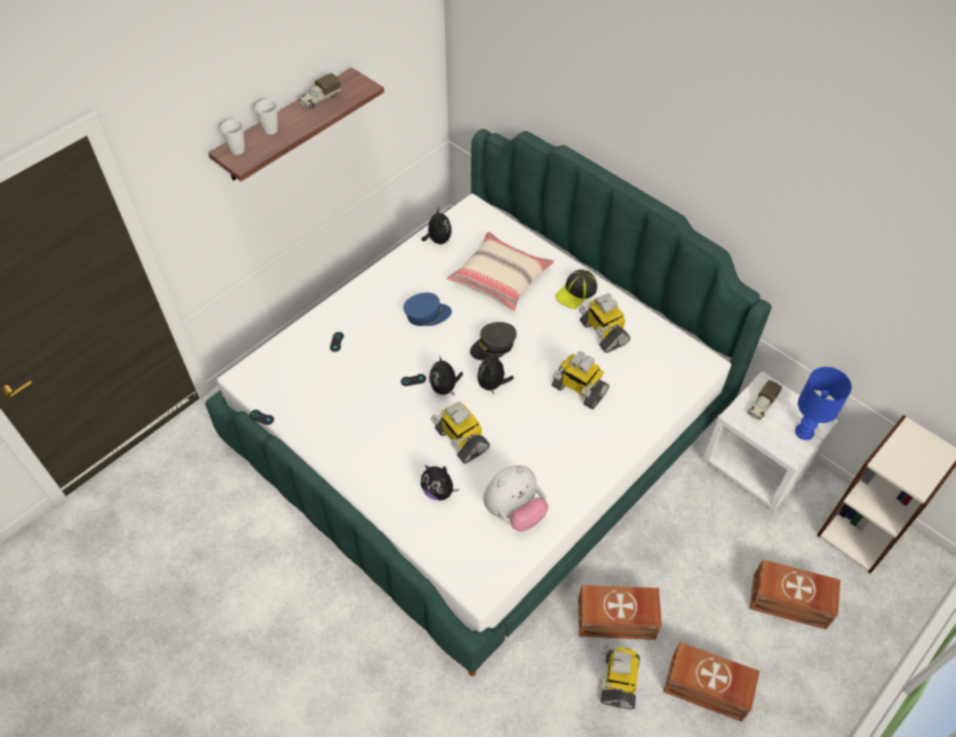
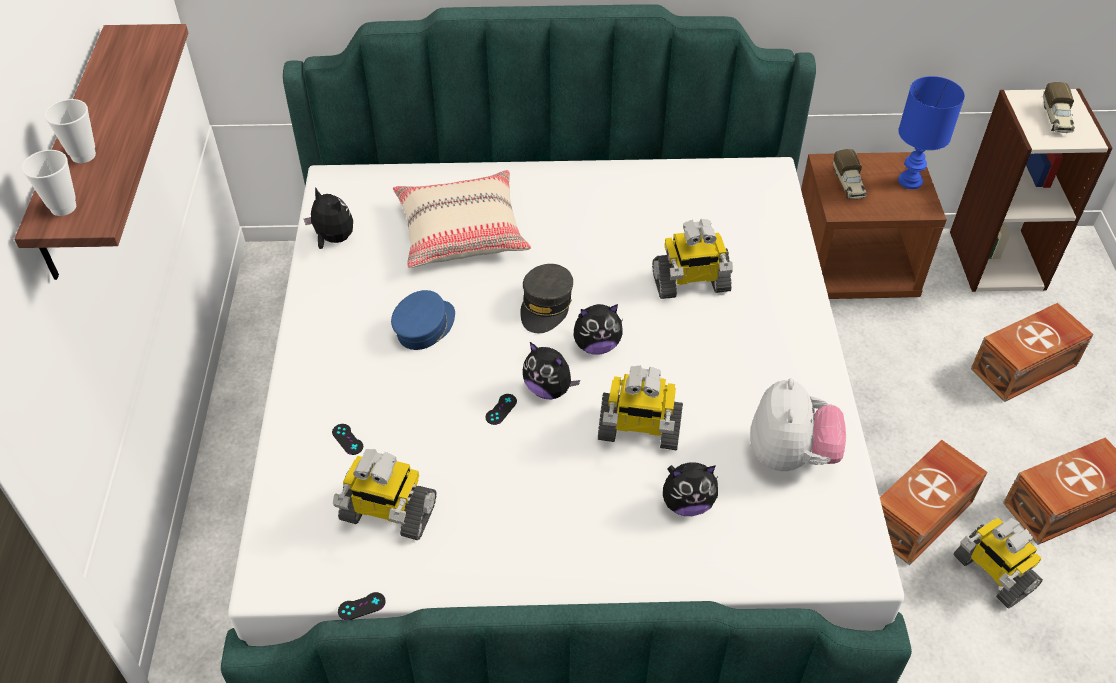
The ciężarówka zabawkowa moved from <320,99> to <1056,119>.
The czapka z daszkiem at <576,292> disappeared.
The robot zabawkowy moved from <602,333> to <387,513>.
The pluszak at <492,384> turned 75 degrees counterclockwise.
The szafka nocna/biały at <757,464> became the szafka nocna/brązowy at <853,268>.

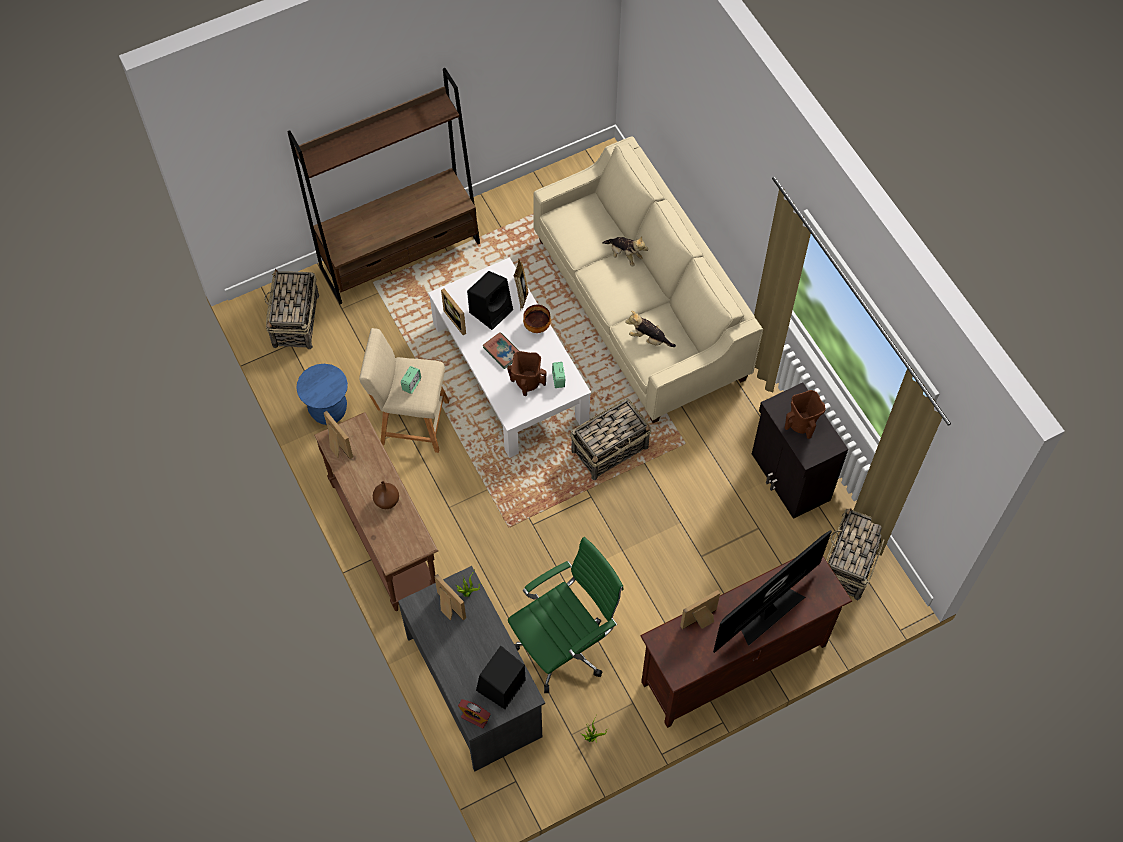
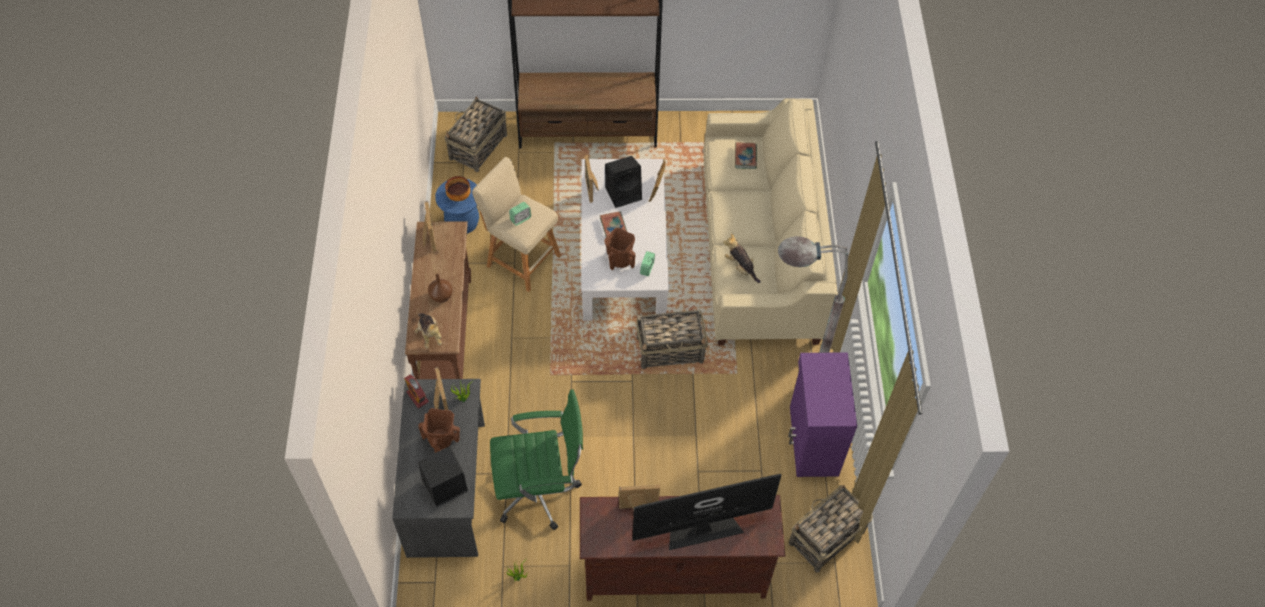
The pluszak moved from <625,255> to <429,335>.
The miska moved from <537,326> to <459,196>.
The szafka/czarny at <789,478> became the szafka/fioletowy at <812,441>.
The wazon/brązowy moved from <802,423> to <442,440>.
The budzik moved from <475,717> to <417,397>.
The książka at <745,157> appeared.
The lampa stojąca/szary at <784,376> appeared.

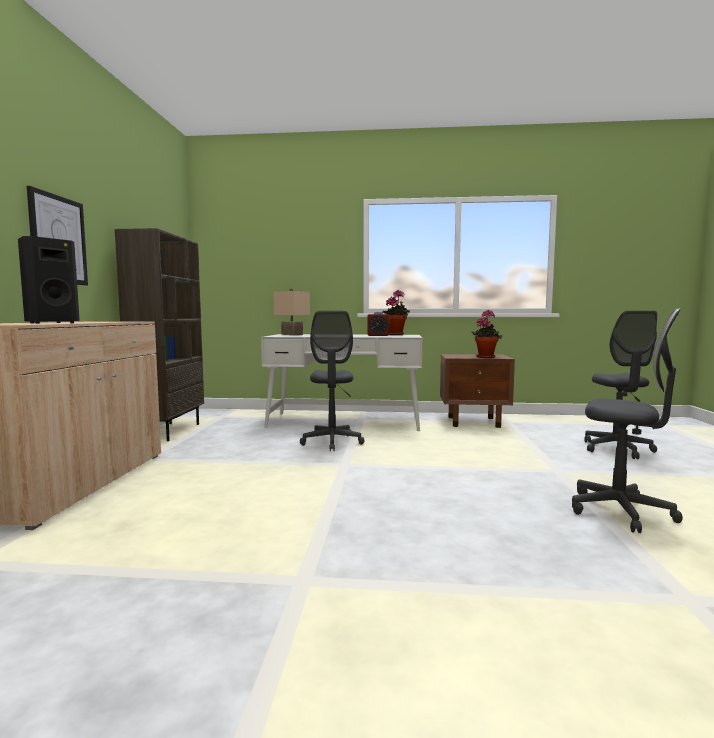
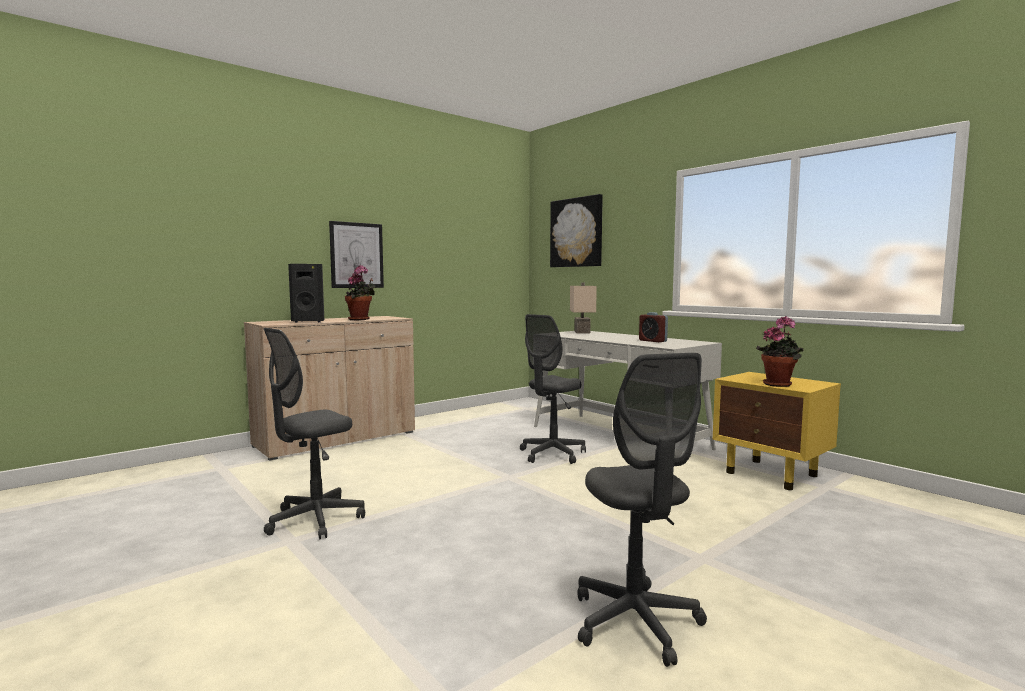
The regał/brązowy at <168,431> disappeared.
The roślina doniczkowa moved from <396,334> to <360,319>.
The krzesło biurowe/szary moved from <617,449> to <315,520>.
The szafka nocna/brązowy at <474,422> became the szafka nocna/żółty at <772,474>.
The obraz at <576,232> appeared.

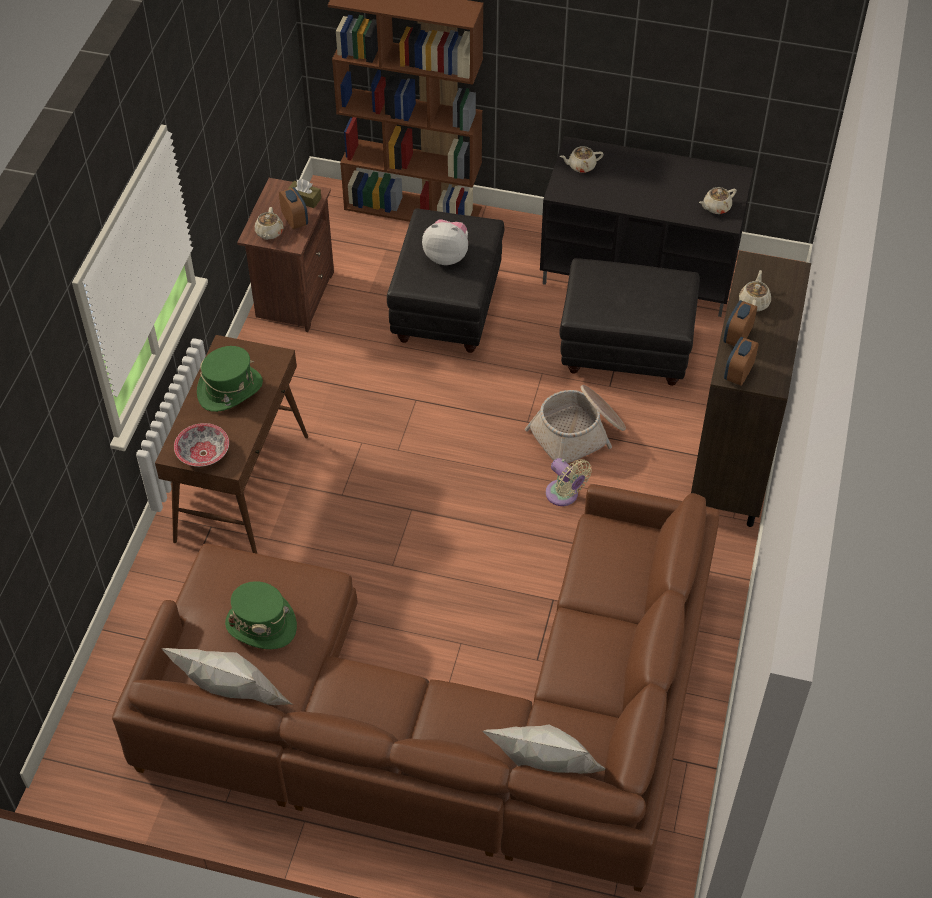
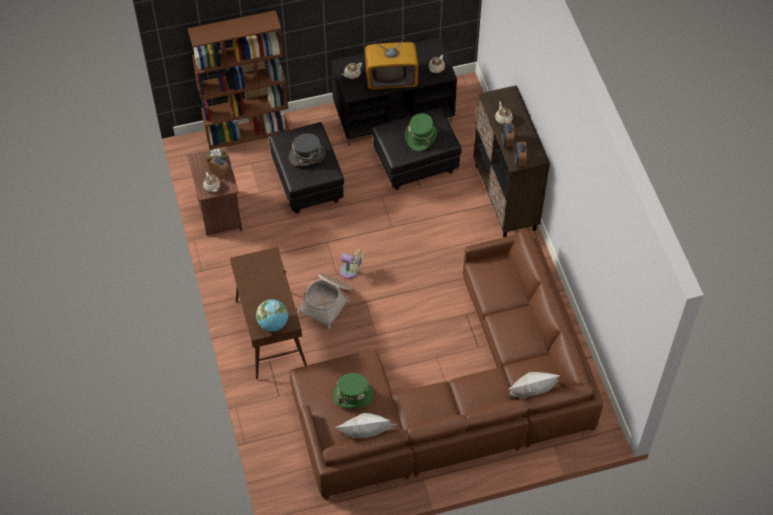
The pluszak at <446,256> was replaced by the kapelusz/szary at <307,156>.
The kapelusz/zielony moved from <230,390> to <421,137>.
The koszyk moved from <578,434> to <327,302>.
The miska at <203,454> was replaced by the globus at <273,323>.
The wentylator/beżowy moved from <564,495> to <351,271>.
The telewizor at <391,77> appeared.

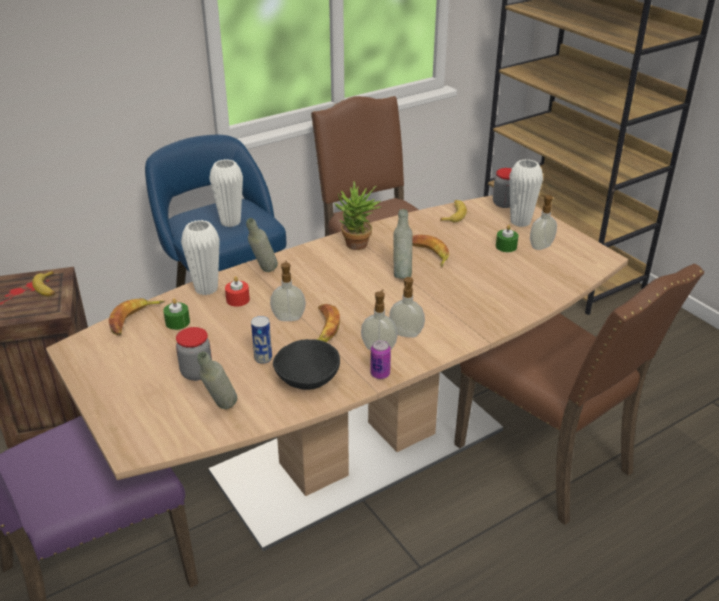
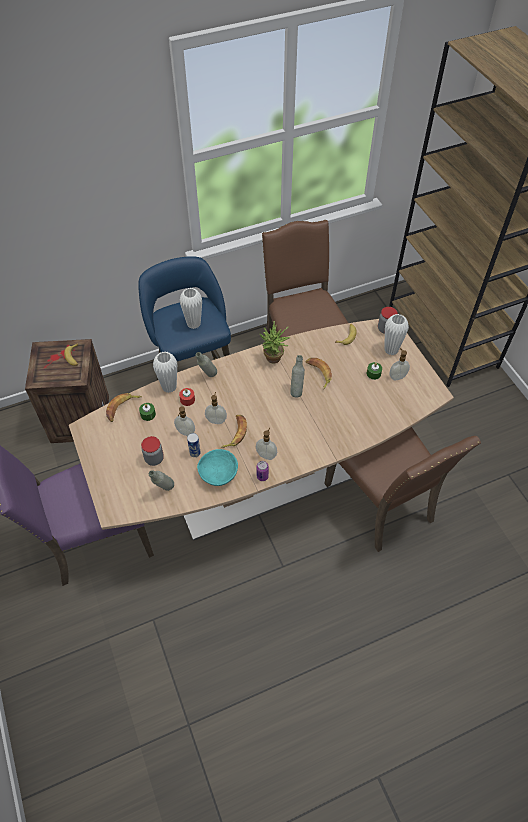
The dozownik mydła moved from <406,334> to <185,432>.
The miska/czarny at <308,378> became the miska/turkusowy at <219,473>.

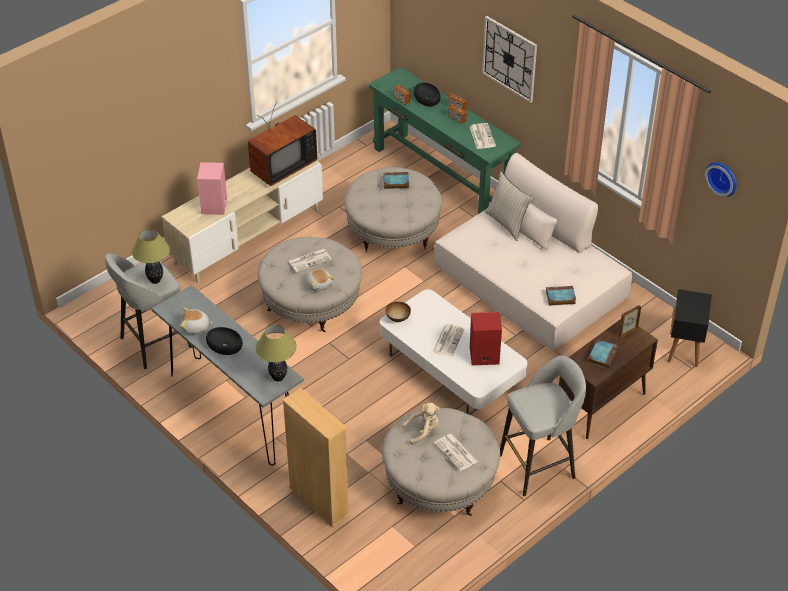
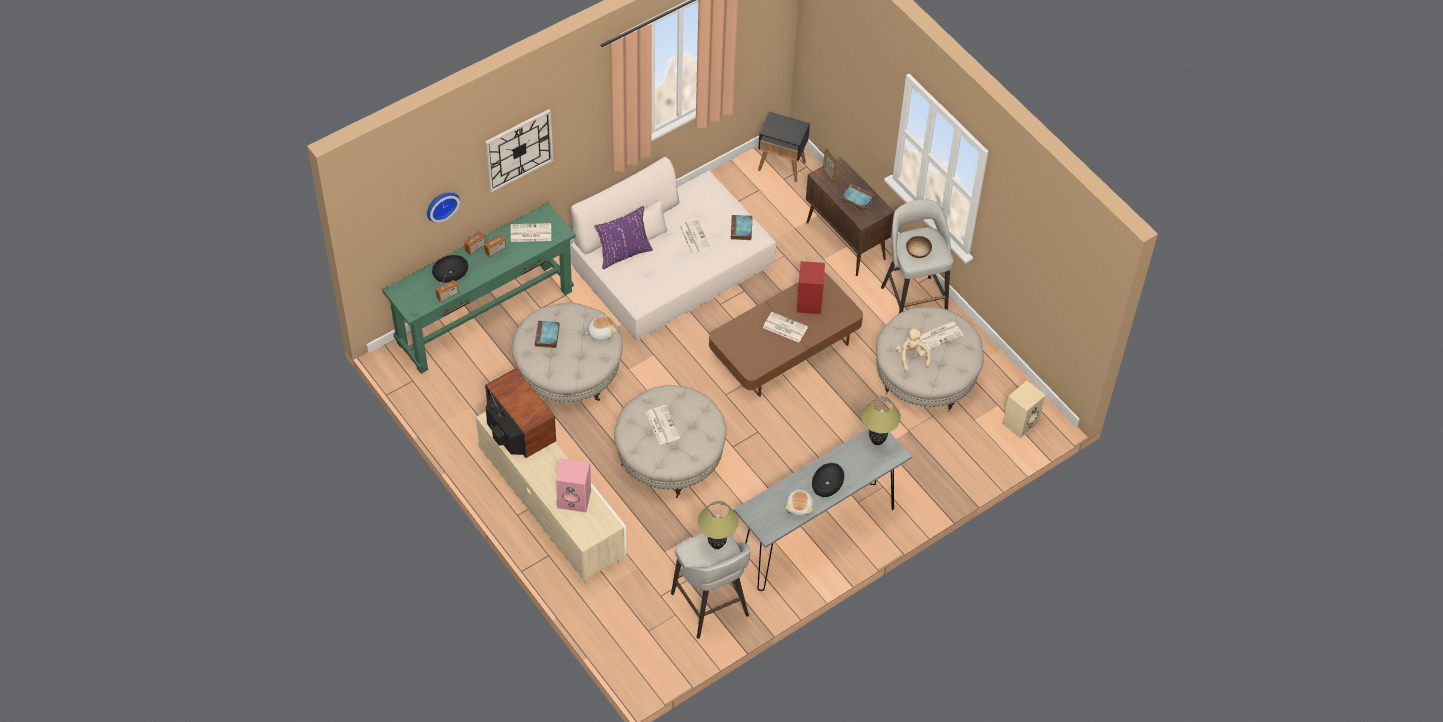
The zegar ścienny moved from <723,178> to <441,204>.
The poduszka/beżowy at <507,223> became the poduszka/fioletowy at <623,253>.
The pluszak moved from <319,285> to <600,332>.
The ława/biały at <451,369> became the ława/brązowy at <784,349>.
The miska moved from <398,318> to <918,253>.
The regał/beżowy at <319,501> disappeared.
The gazeta at <693,237> appeared.
The głośnik/beżowy at <1020,422> appeared.

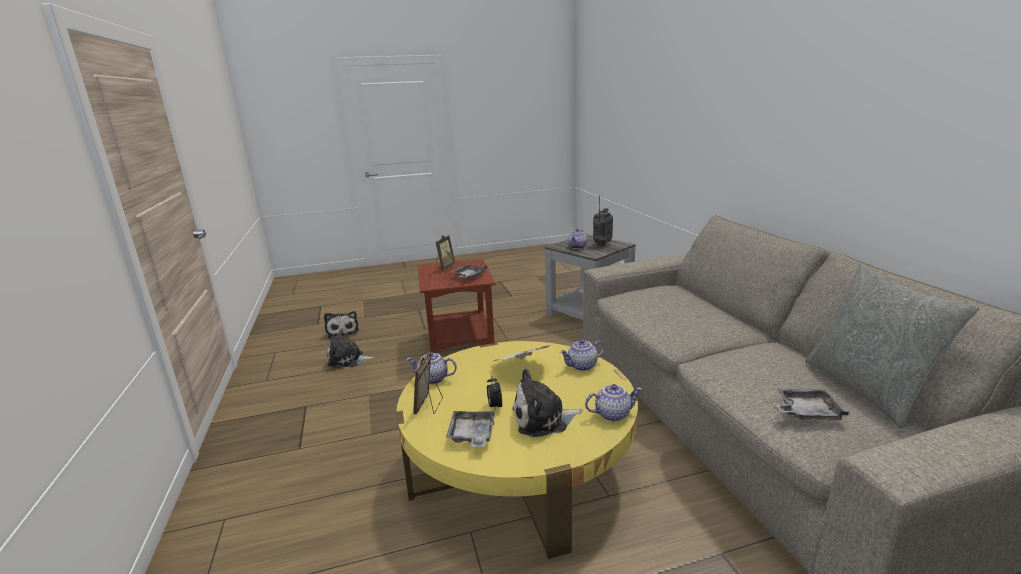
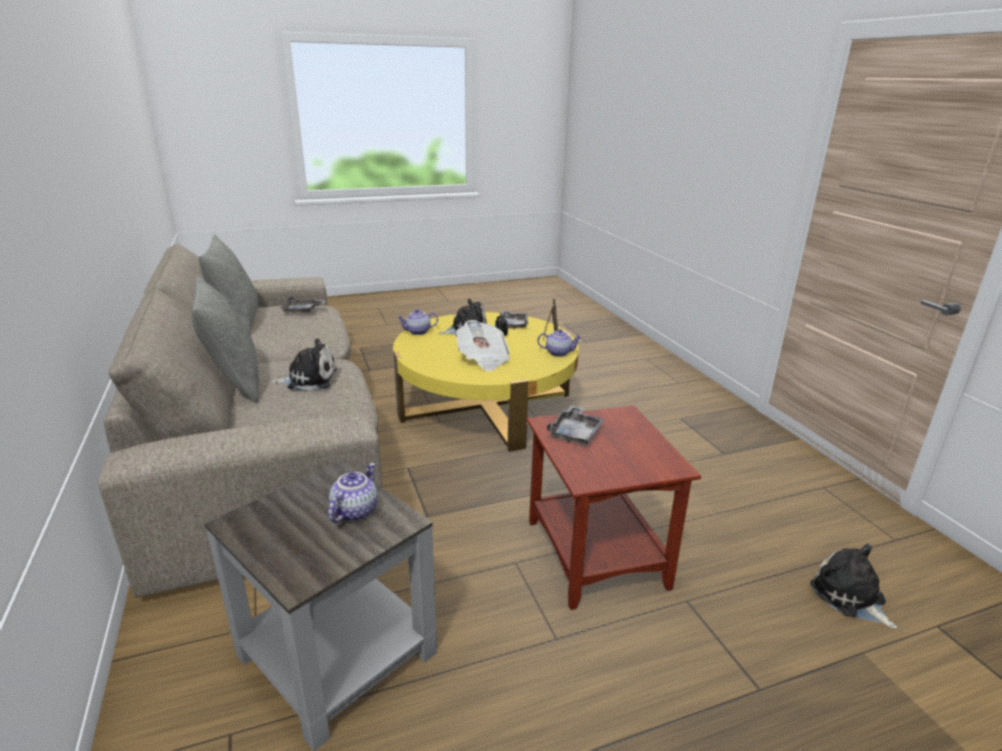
The radio at <602,244> disappeared.
The ramka na zdjęcie at <444,268> disappeared.
The pluszak moved from <348,360> to <309,379>.
The imbryk at <582,366> disappeared.
The poduszka/szary at <235,383> appeared.

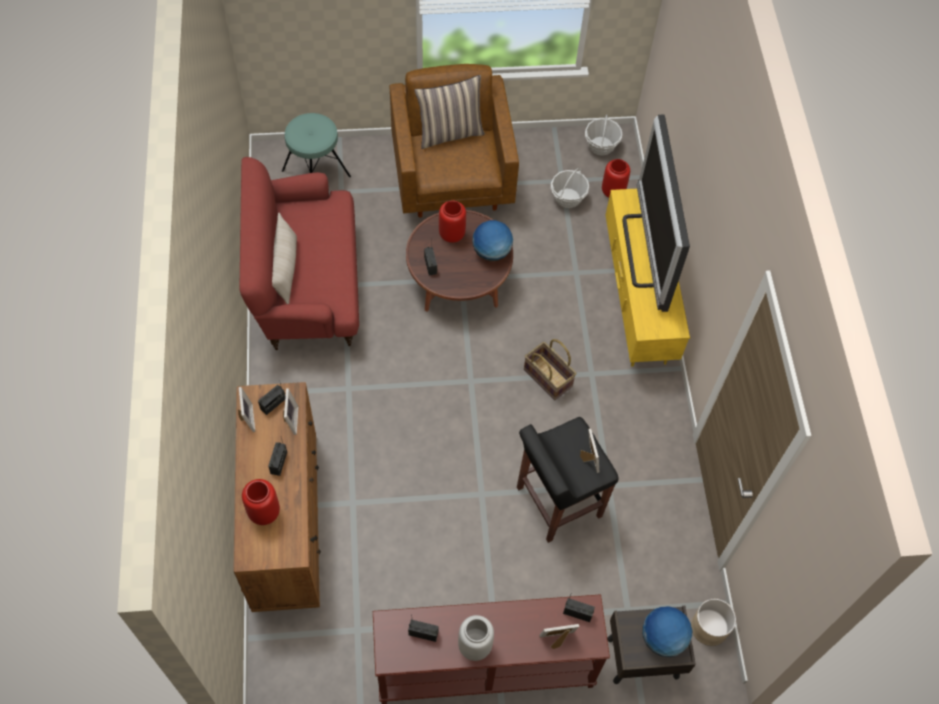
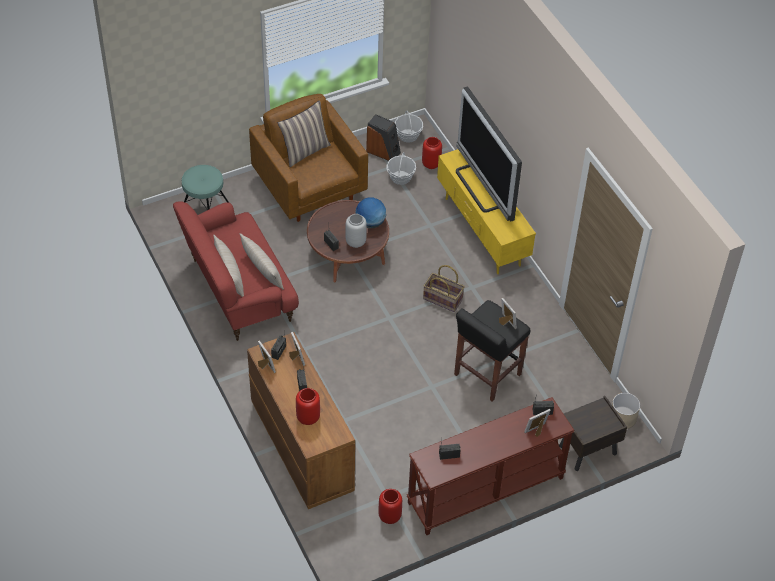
The wazon/czerwony moved from <451,234> to <389,516>.
The globus at <662,638> disappeared.
The wazon/szary moved from <474,646> to <355,242>.
The głośnik at <383,151> appeared.
The poduszka/beżowy at <262,270> appeared.

